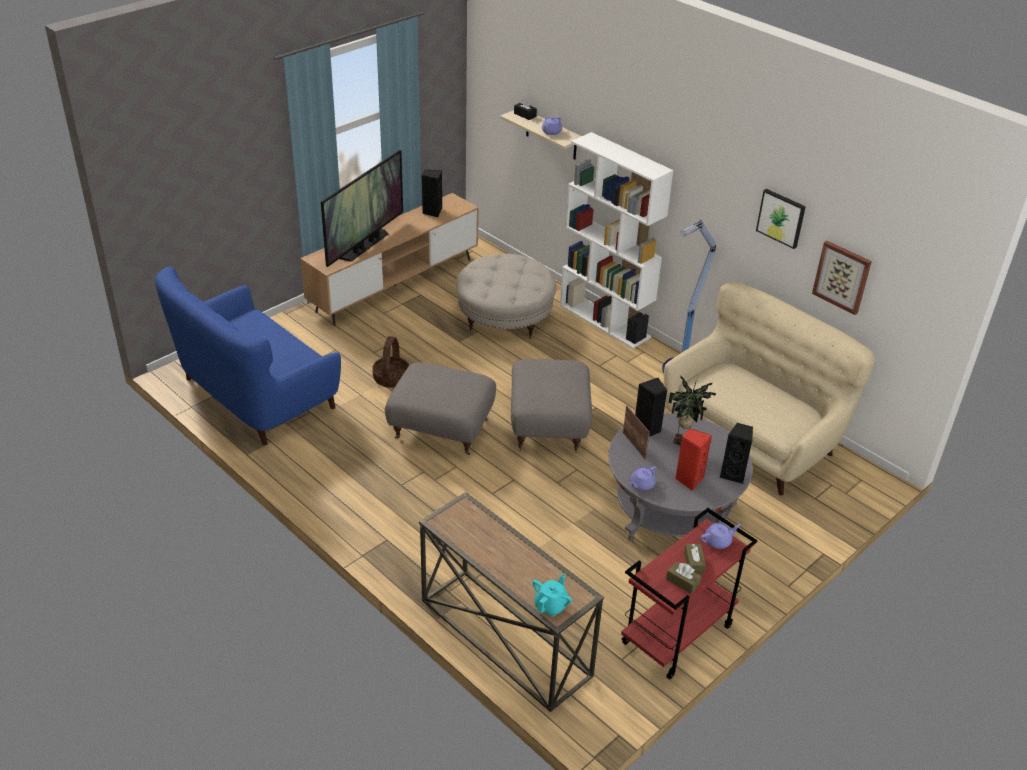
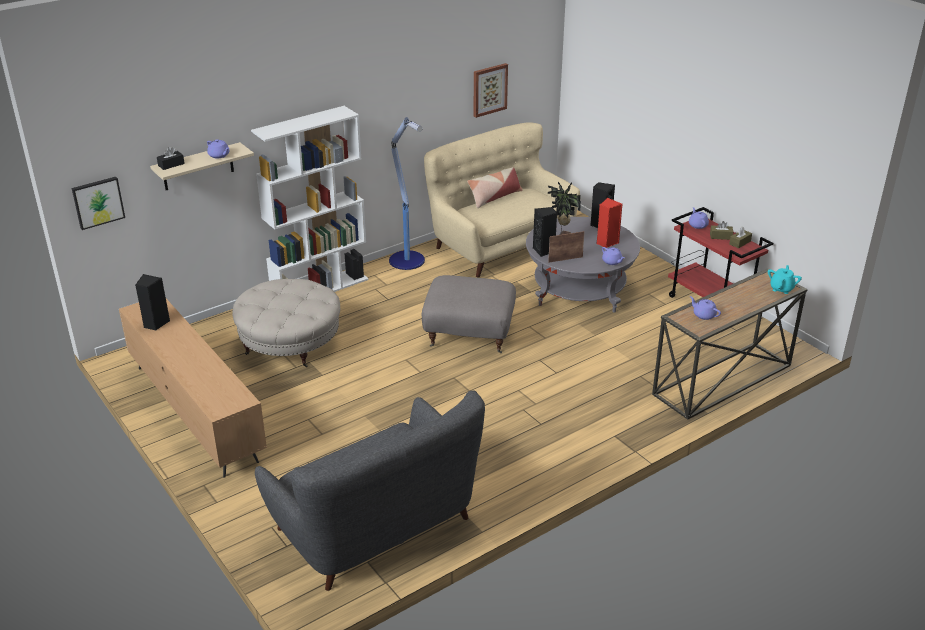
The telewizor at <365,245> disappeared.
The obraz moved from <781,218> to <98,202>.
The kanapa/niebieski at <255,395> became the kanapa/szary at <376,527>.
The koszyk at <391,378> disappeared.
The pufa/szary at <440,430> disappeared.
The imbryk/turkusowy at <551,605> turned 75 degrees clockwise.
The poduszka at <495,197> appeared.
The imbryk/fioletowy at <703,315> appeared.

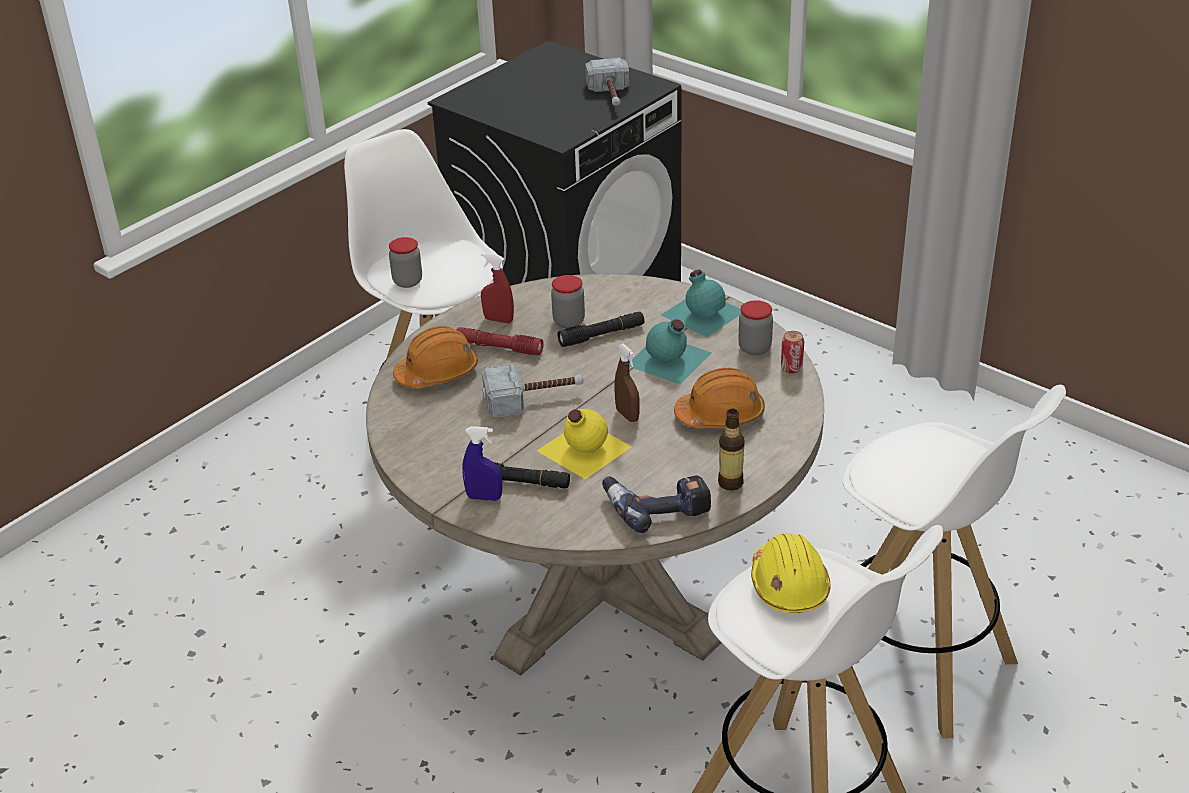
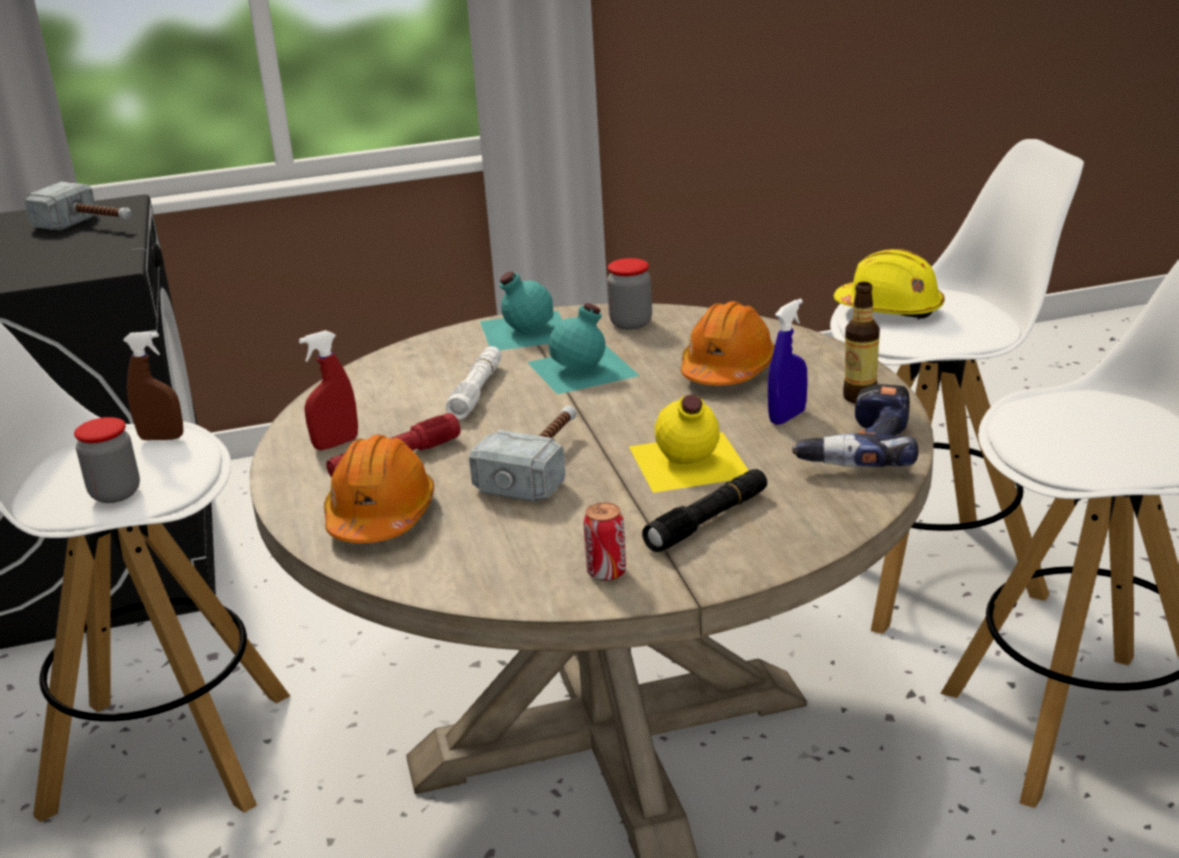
The słoik at <569,321> disappeared.
The latarka/czarny at <602,335> became the latarka/biały at <477,392>.
The puszka moved from <791,368> to <606,572>.
The spryskiwacz/brązowy moved from <627,415> to <161,438>.
The spryskiwacz/niebieski moved from <484,497> to <787,417>.
The kask/żółty moved from <789,585> to <889,309>.

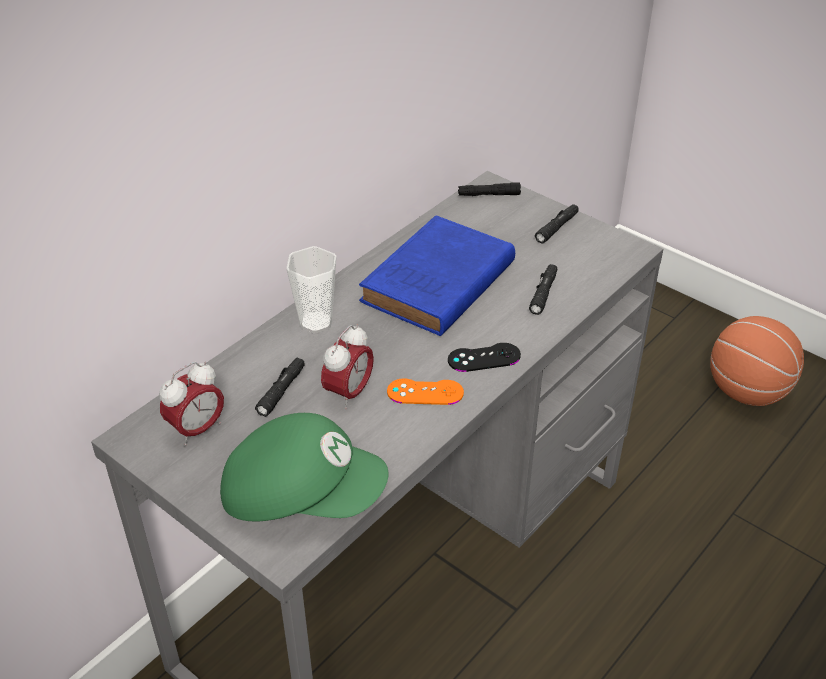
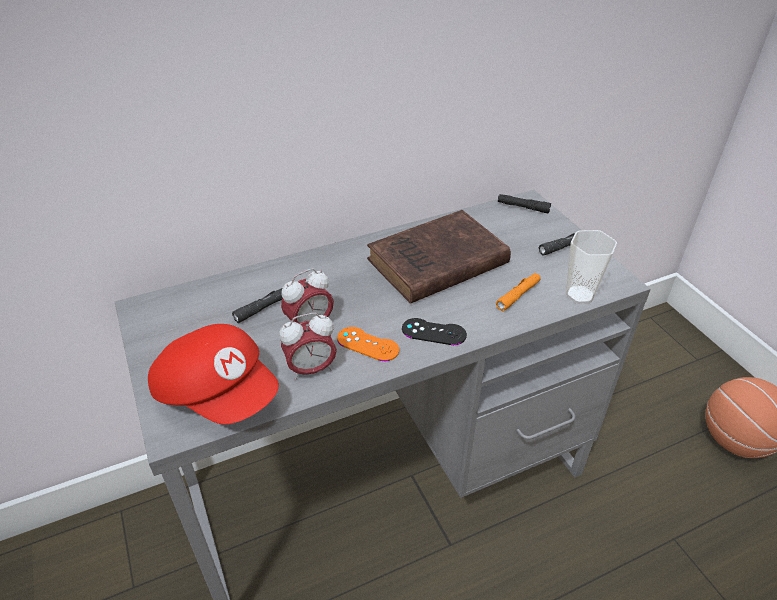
The książka/niebieski at <436,285> became the książka/brązowy at <434,263>.
The filiżanka moved from <316,322> to <580,295>.
The latarka/czarny at <543,293> became the latarka/pomarańczowy at <518,295>.
The budzik moved from <197,430> to <311,369>.
The czapka z daszkiem/zielony at <302,494> became the czapka z daszkiem/czerwony at <219,392>.

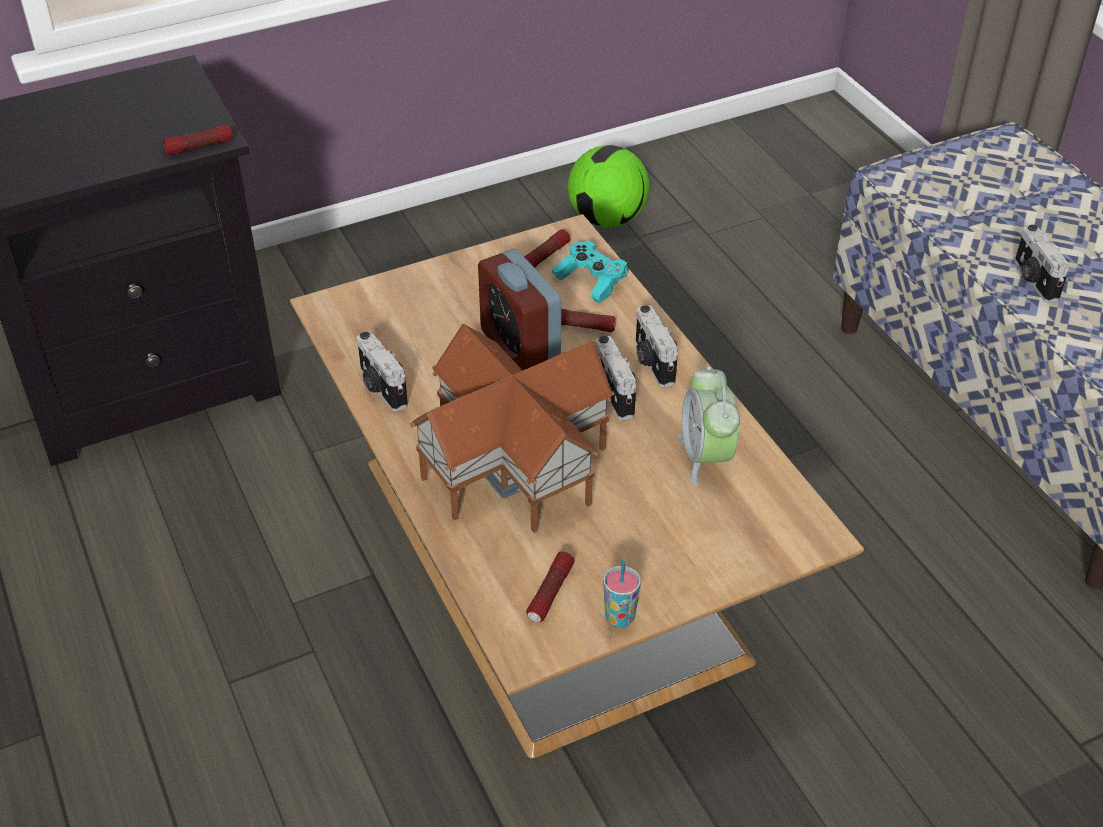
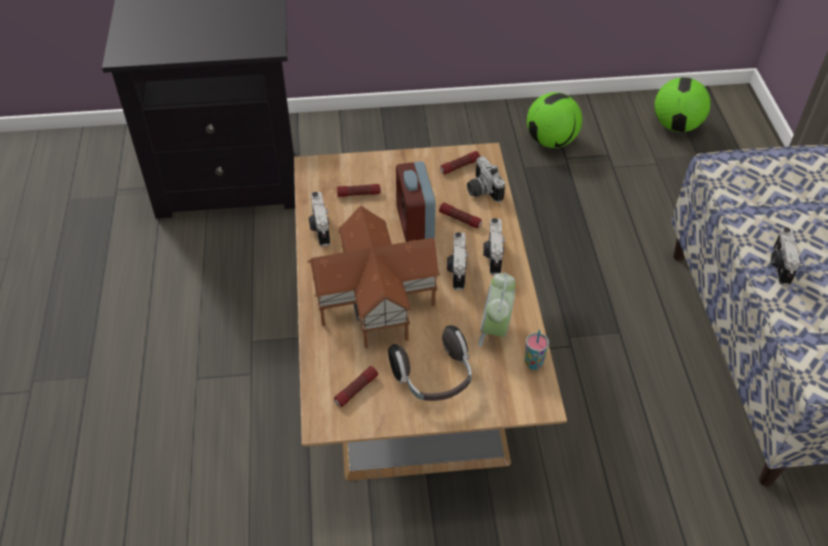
The latarka moved from <199,146> to <358,194>.
The pad do gier/turkusowy at <591,281> was replaced by the aparat fotograficzny at <481,190>.
The filiżanka moved from <620,618> to <533,363>.
The piłka futbolowa at <676,125> appeared.
The słuchawki at <434,378> appeared.

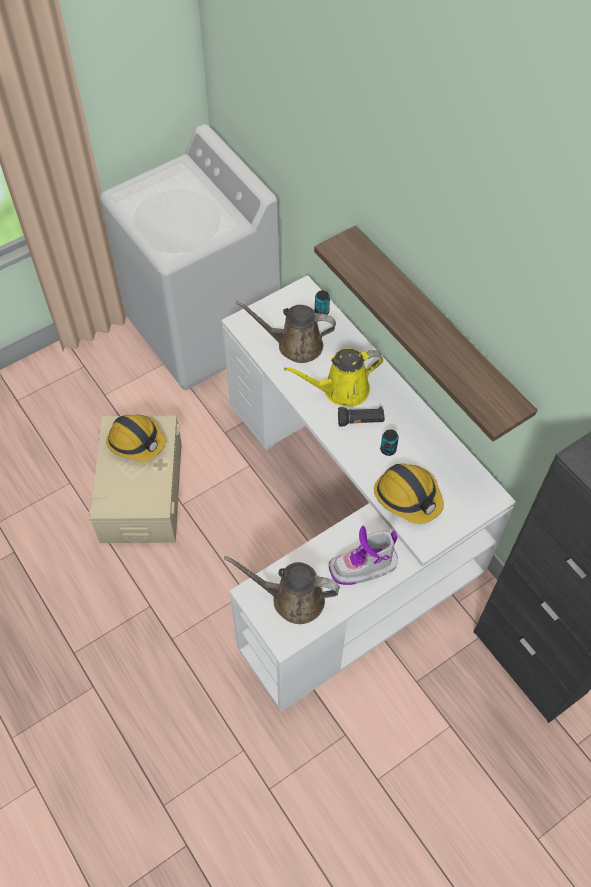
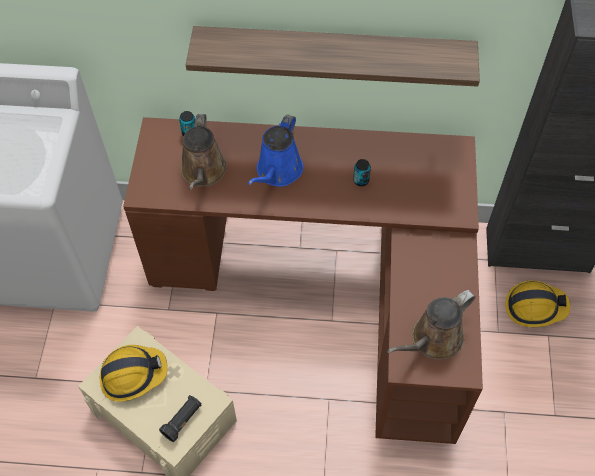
The biurko/biały at <343,526> became the biurko/brązowy at <332,286>.
The konewka/brązowy at <295,345> turned 45 degrees counterclockwise.
The konewka/żółty at <341,390> became the konewka/niebieski at <277,172>.
The latarka/czarny moved from <360,421> to <182,421>.
The kask moved from <408,496> to <534,307>.
The but z cholewką at <363,567> disappeared.

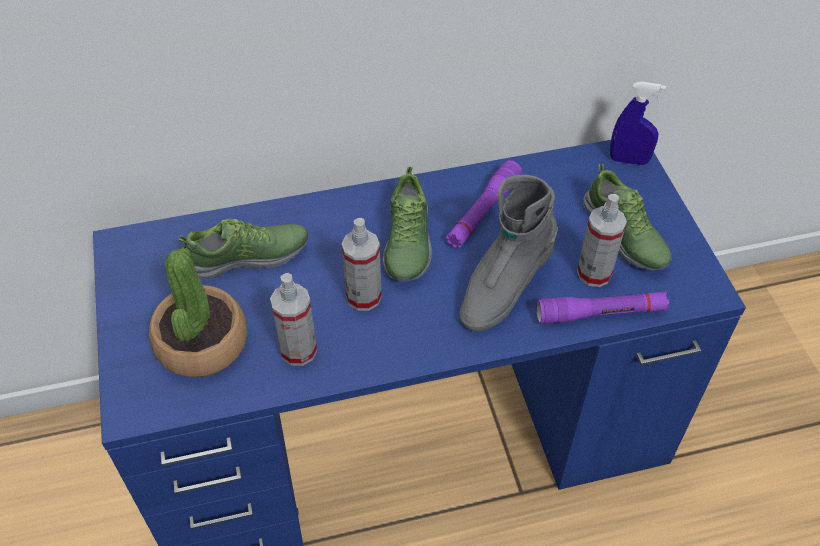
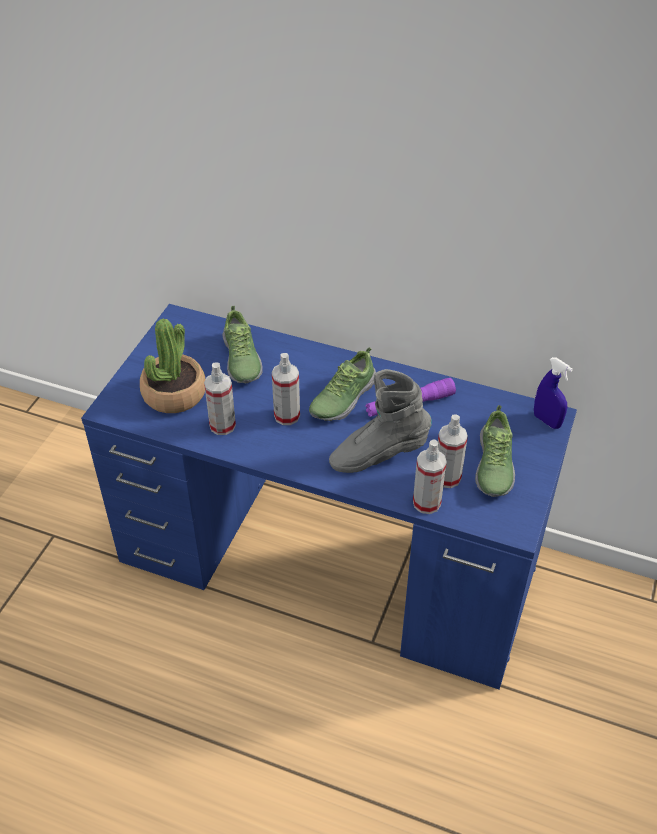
The but at <249,257> turned 60 degrees clockwise.
The latarka/fioletowy at <600,313> was replaced by the spryskiwacz at <426,503>.

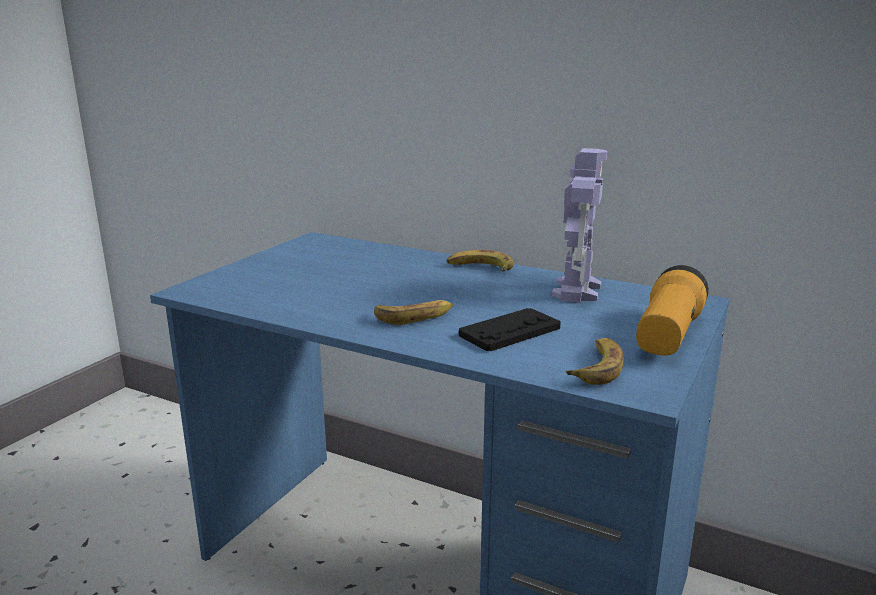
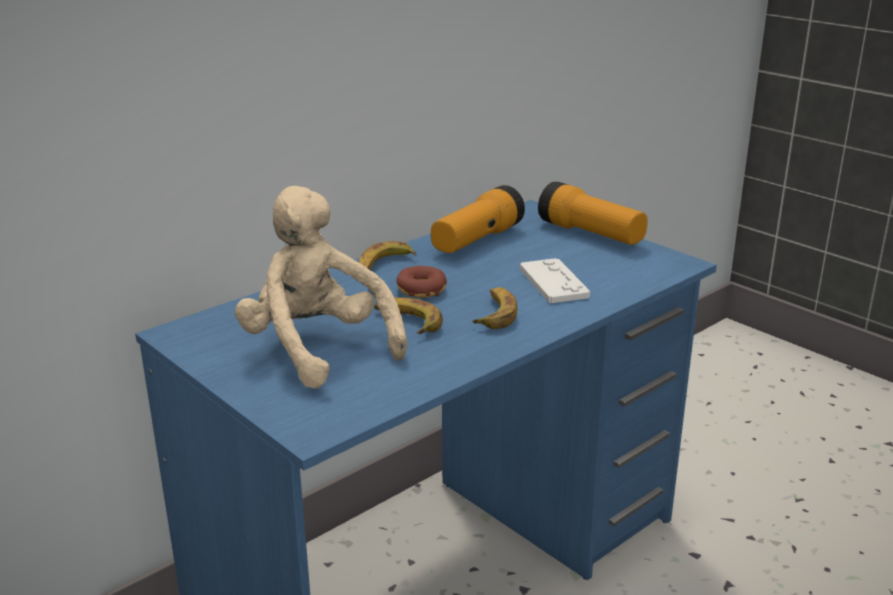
The robot zabawkowy at <577,290> was replaced by the latarka at <477,240>.
The pad do gier/czarny at <510,331> became the pad do gier/biały at <553,282>.
The banan moved from <597,367> to <407,322>.
The pluszak/beżowy at <317,349> appeared.
The donut at <421,290> appeared.

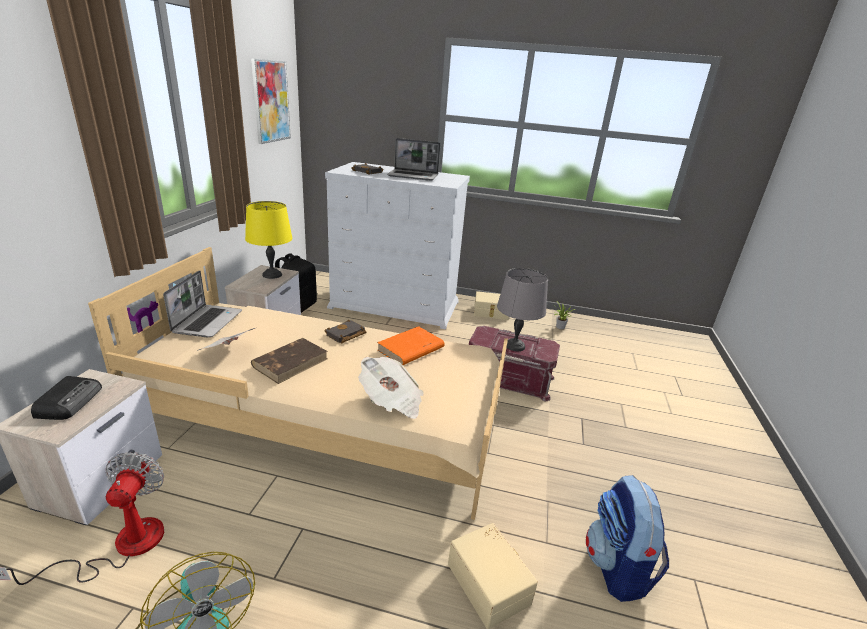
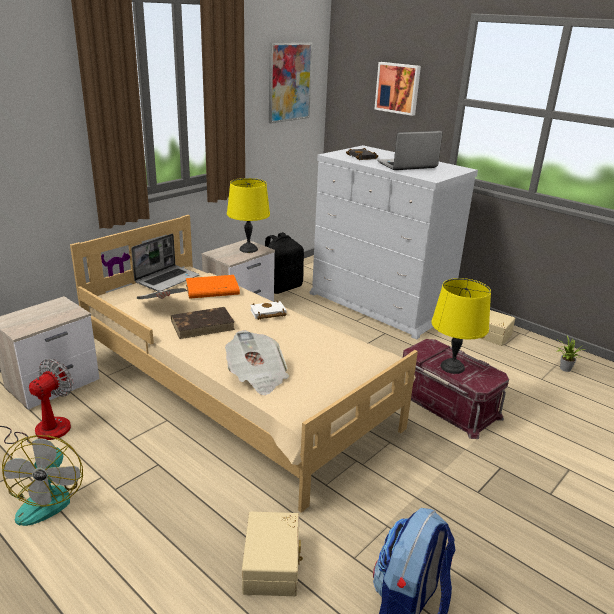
The laptop at <413,176> turned 120 degrees clockwise.
The lampa stołowa/szary at <514,346> became the lampa stołowa/żółty at <451,367>.
The książka/czarny at <345,335> became the książka/biały at <267,314>.
The książka/pomarańczowy moved from <410,349> to <211,290>.
The radio at <70,401> disappeared.
The obraz at <398,88> appeared.

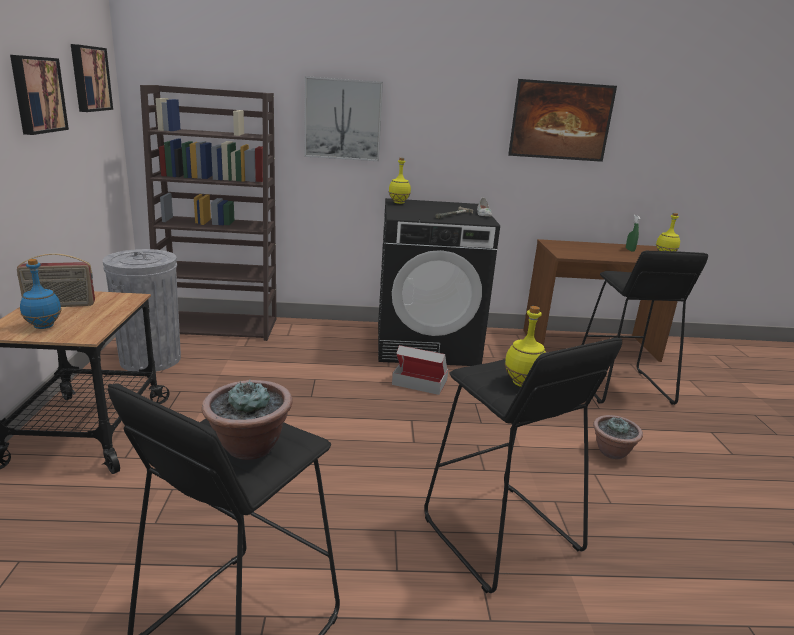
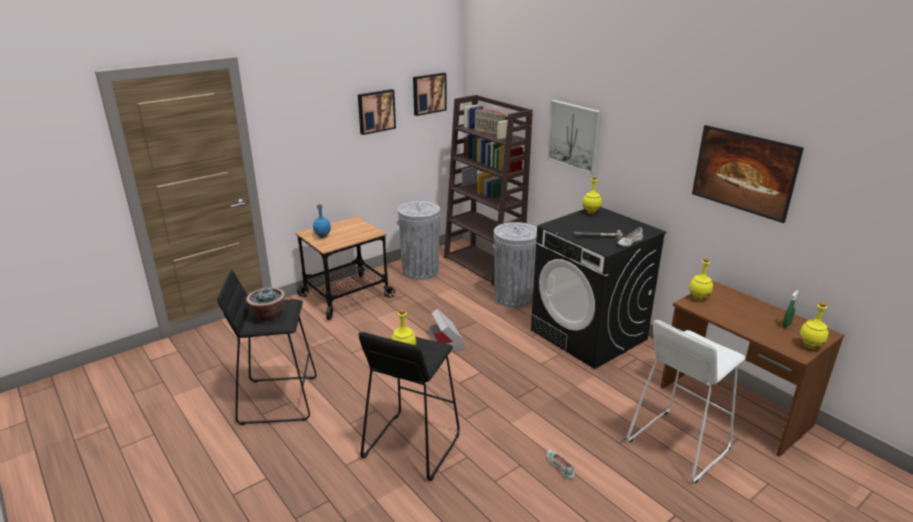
The stołek/czarny at <620,387> became the stołek/biały at <677,444>.
The radio moved from <60,305> to <489,132>.
The karton moved from <420,382> to <446,341>.
The roślina doniczkowa at <612,452> was replaced by the but/biały at <560,466>.
The kosz na śmieci/szary at <513,297> appeared.
The butelka/żółty at <698,298> appeared.

